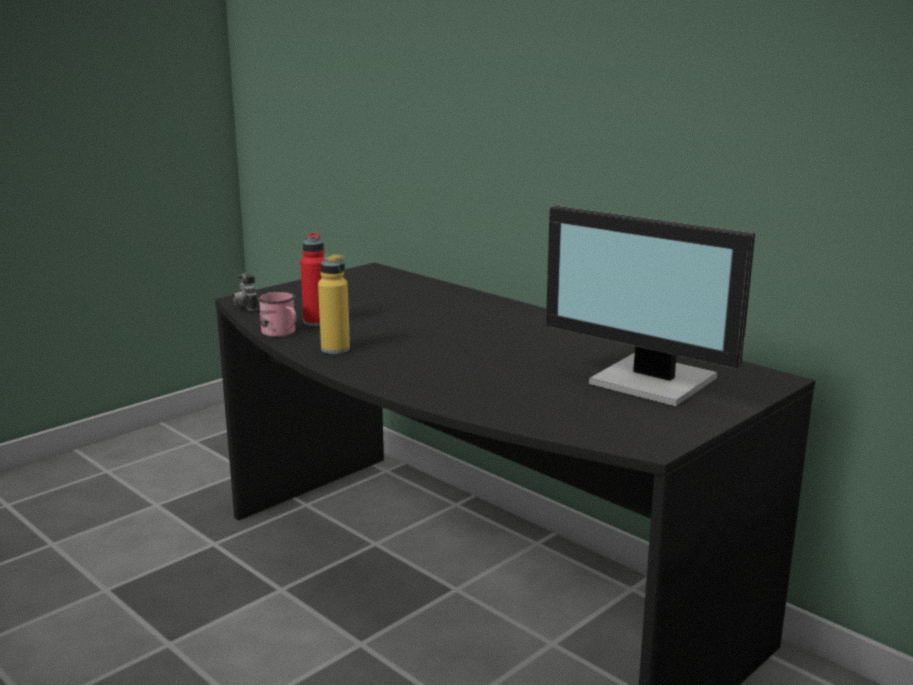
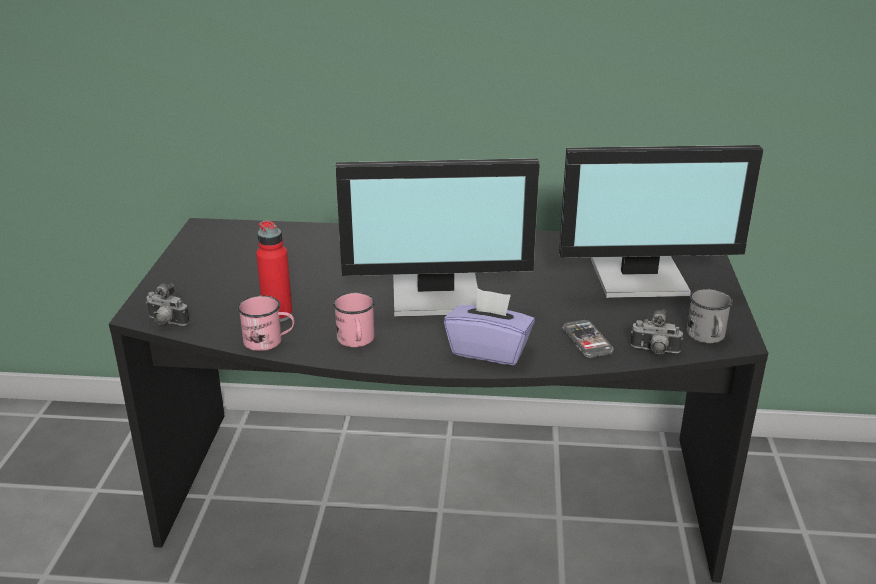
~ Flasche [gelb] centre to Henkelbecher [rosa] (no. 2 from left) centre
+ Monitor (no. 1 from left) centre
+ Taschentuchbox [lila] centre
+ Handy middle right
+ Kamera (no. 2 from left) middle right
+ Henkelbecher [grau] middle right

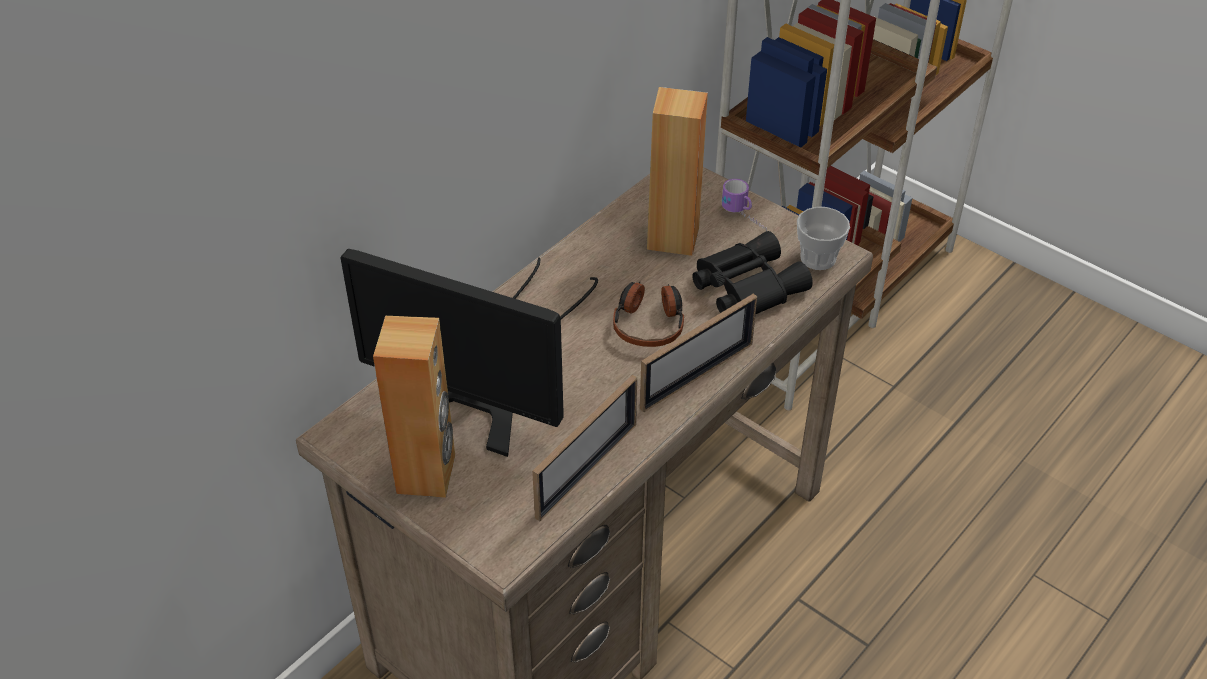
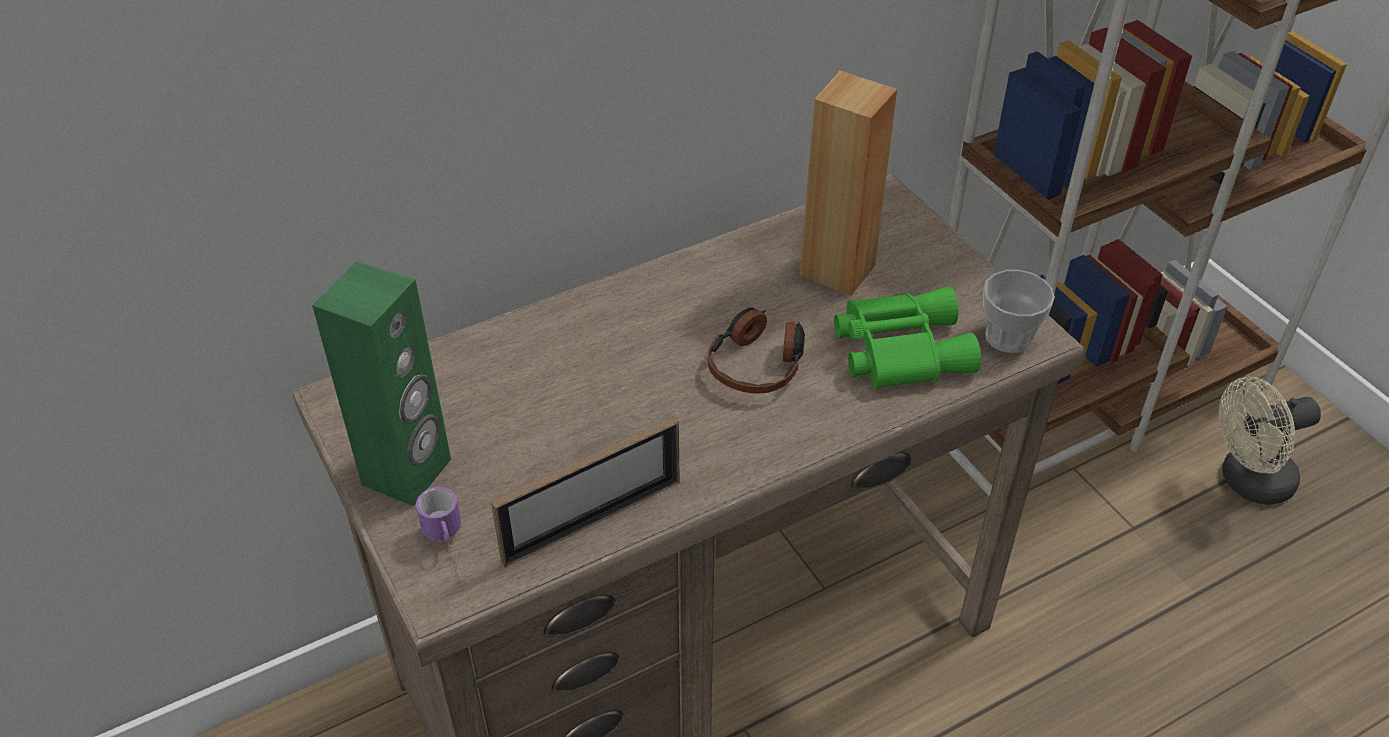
~ Lautsprecher [braun] (no. 1 from left) centre to Lautsprecher [grün] middle left
~ Henkelbecher top centre to bottom left
~ Fernglas [schwarz] centre to Fernglas [grün] centre
+ Ventilator [beige] middle right
- Monitor centre
- Bilderrahmen (no. 2 from left) centre

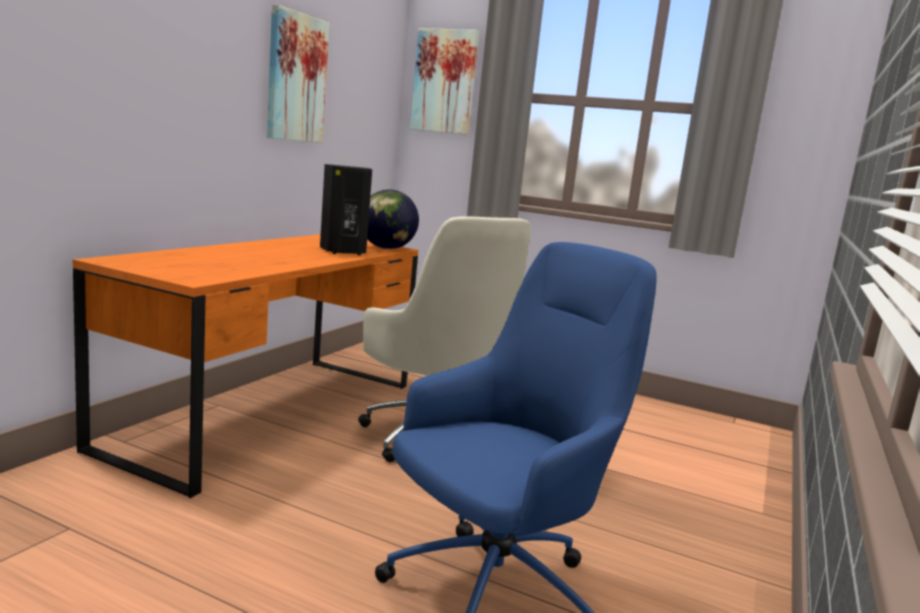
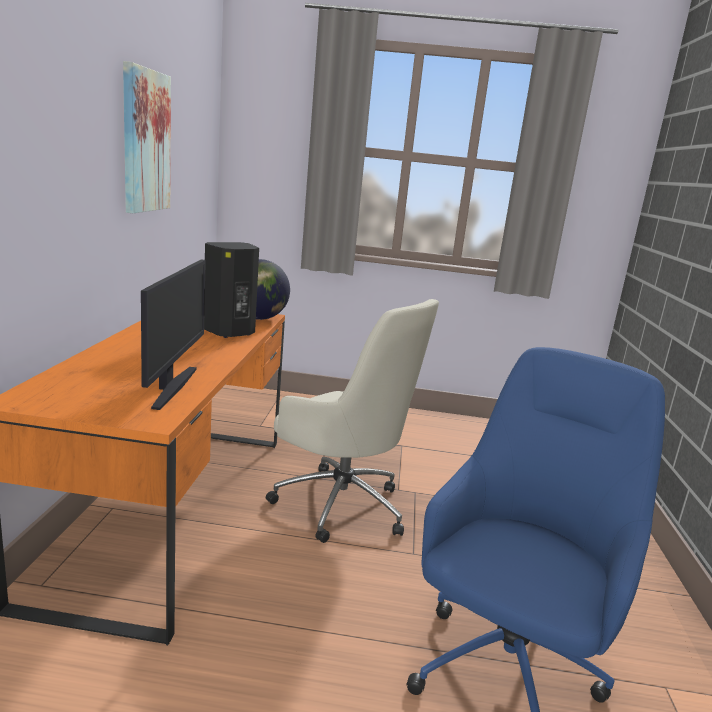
+ Monitor middle left
- Bild (no. 2 from left) top centre

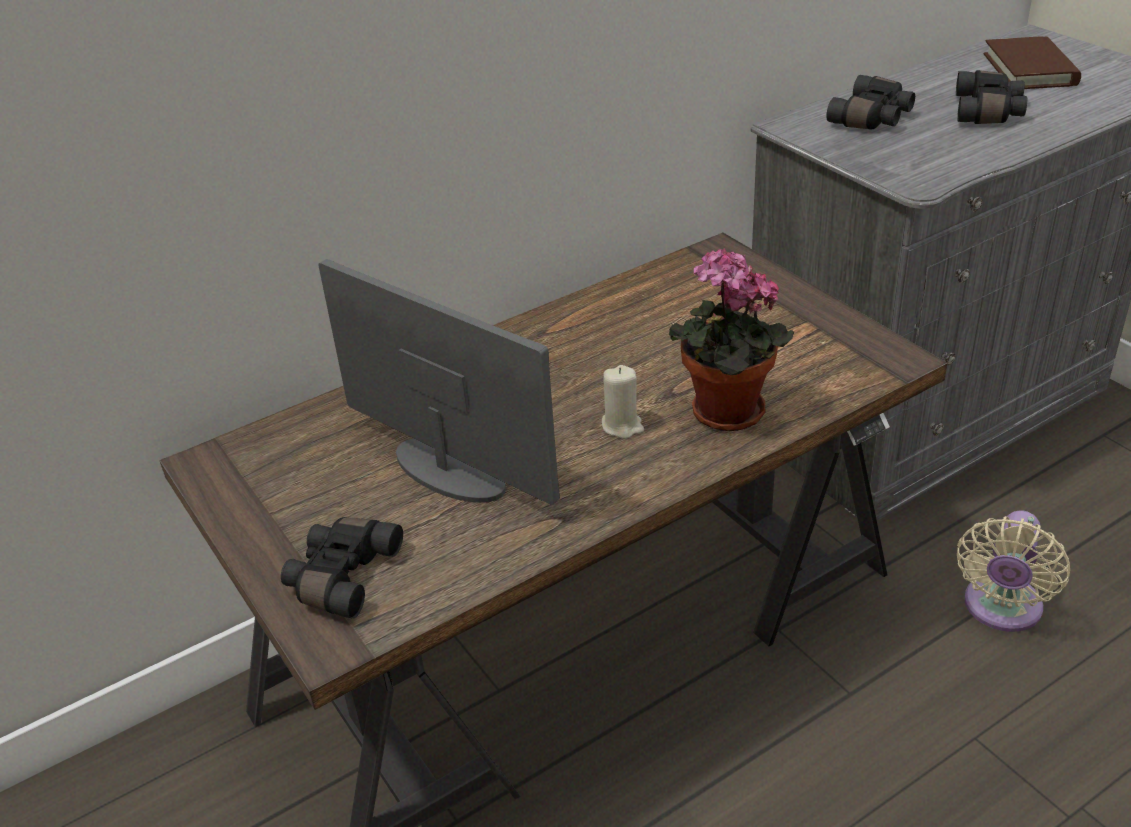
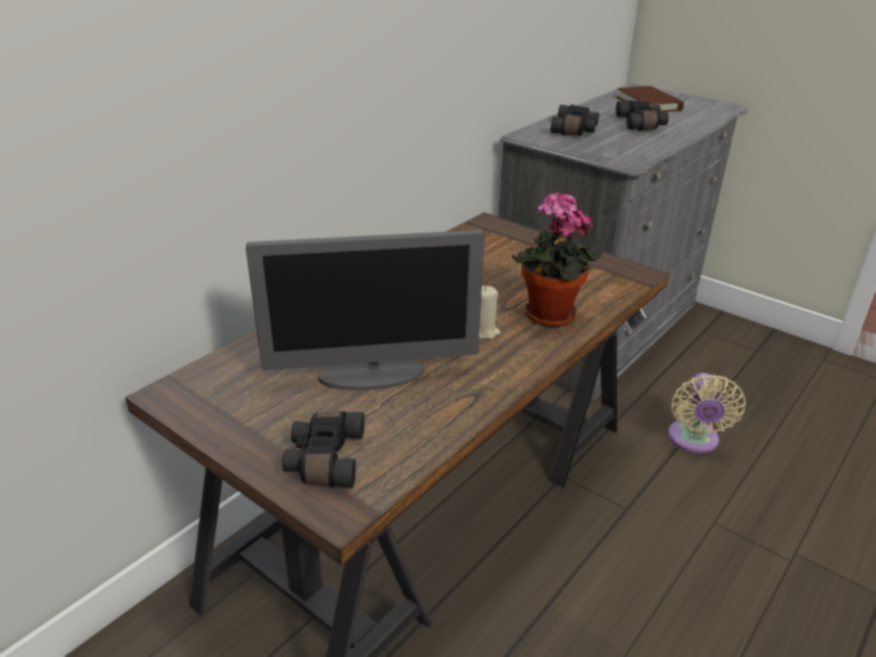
~ Monitor centre = centre 150 degrees clockwise

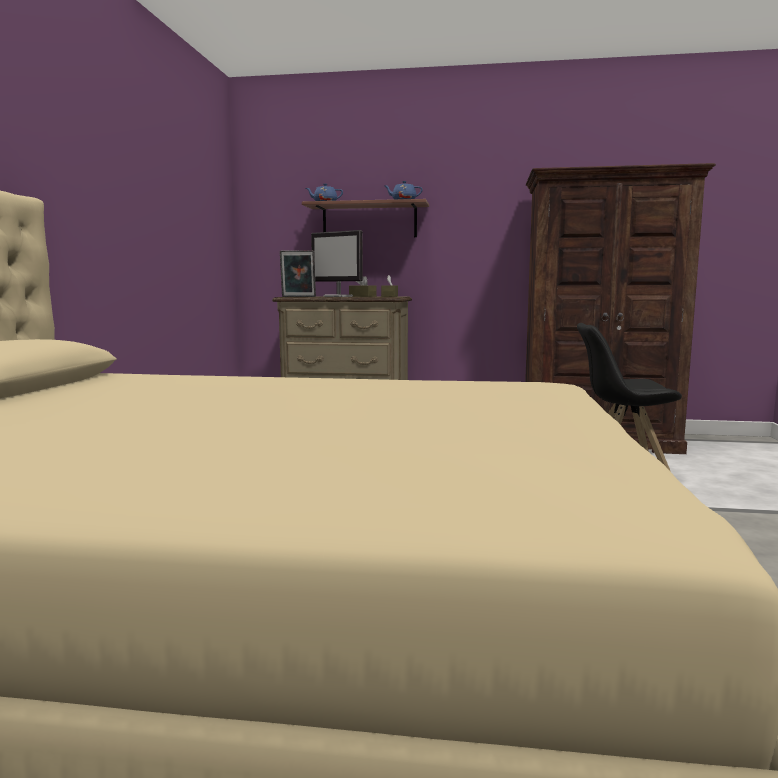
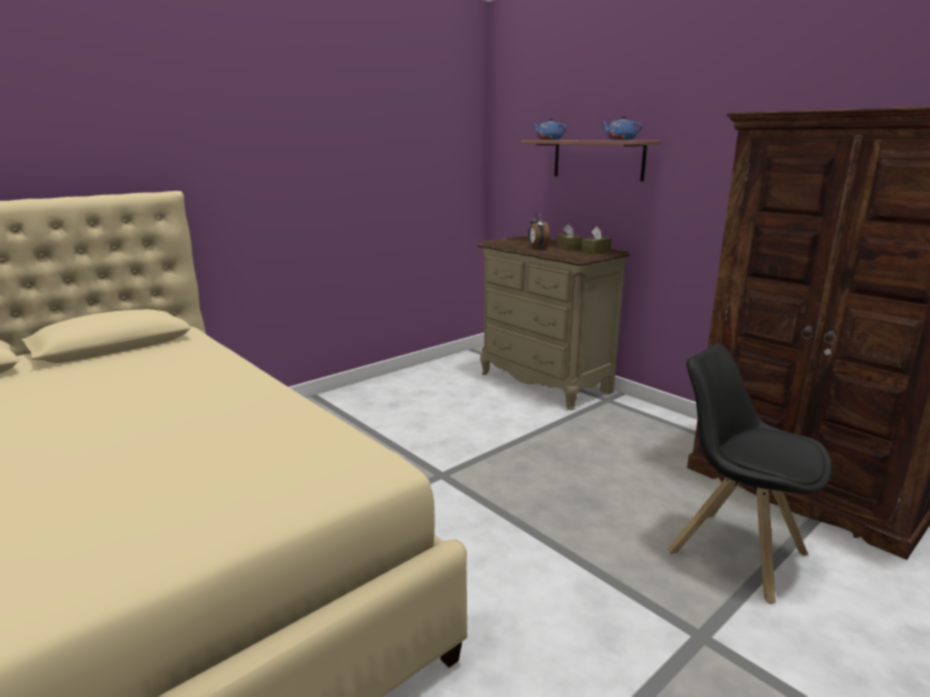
~ Monitor centre to Wecker top centre
- Bilderrahmen centre

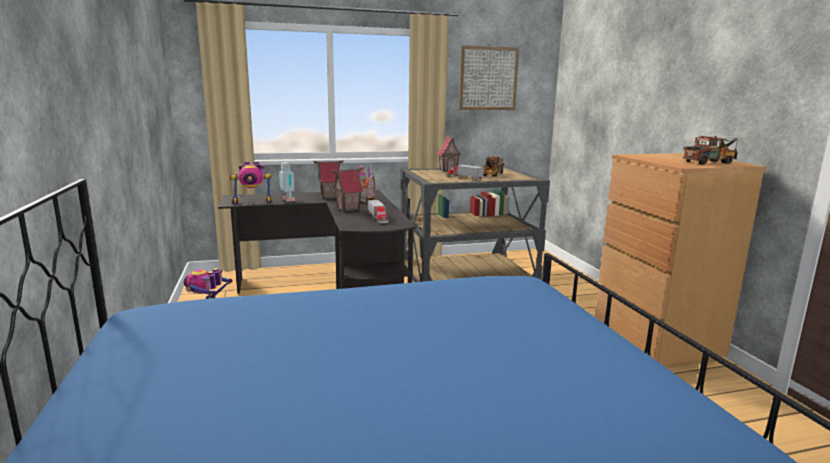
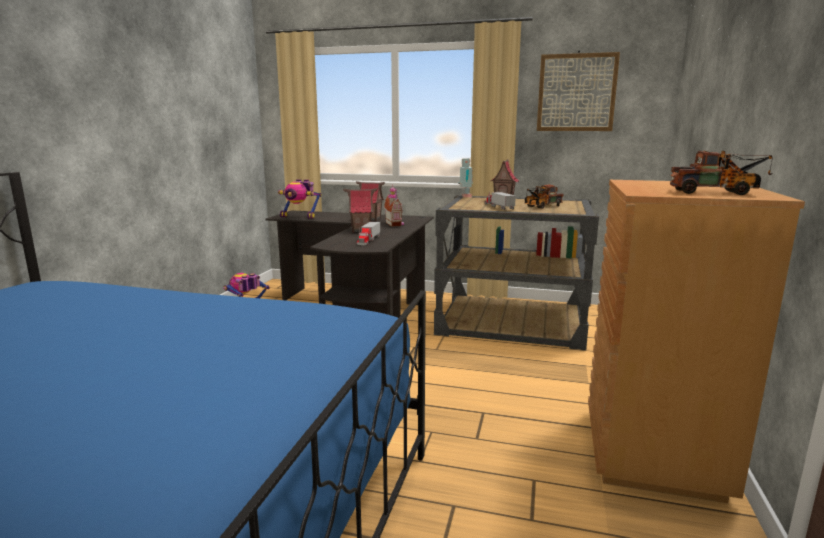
~ Spielzeugroboter (no. 3 from left) centre to top centre

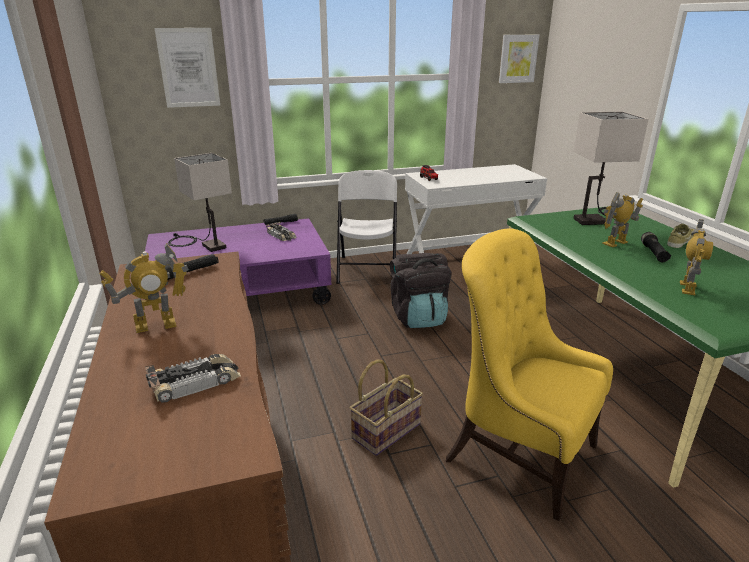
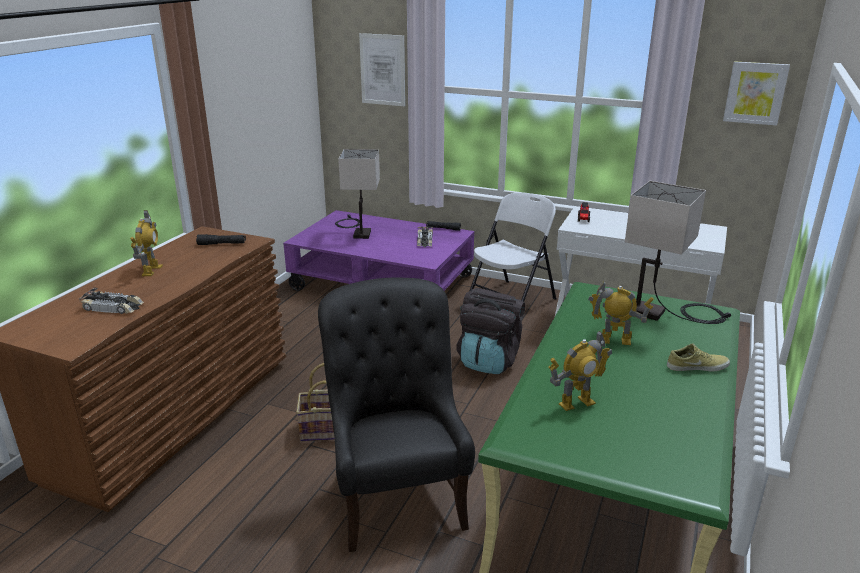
~ Spielzeugroboter (no. 1 from left) middle left = middle left 105 degrees counterclockwise
~ Stuhl [gelb] bottom right to Stuhl [schwarz] bottom centre
- Taschenlampe [schwarz] (no. 3 from left) middle right

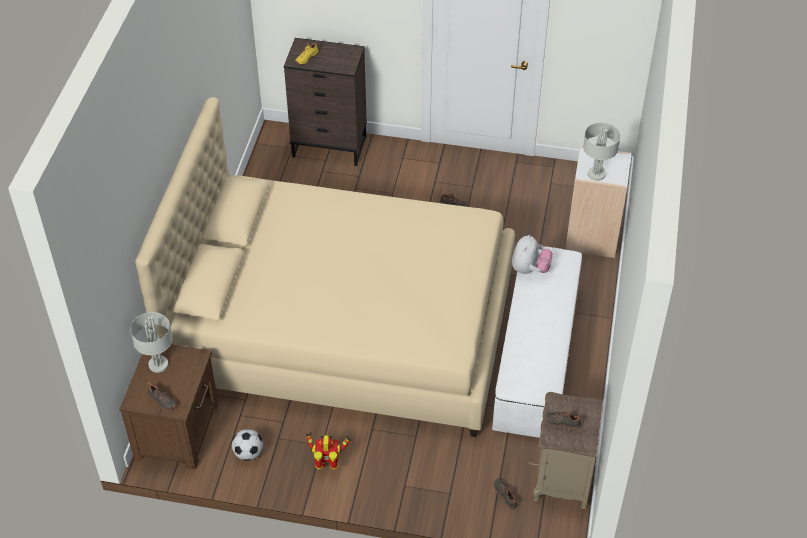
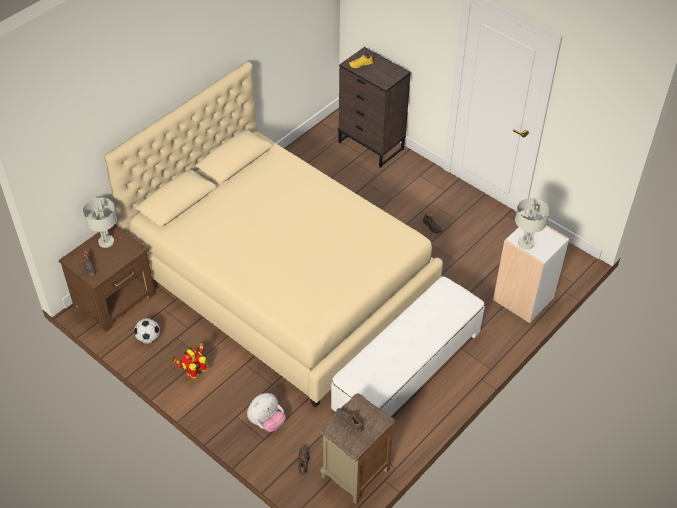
~ Spielzeugroboter bottom centre = bottom left 75 degrees counterclockwise
~ Plüschtier centre to bottom centre

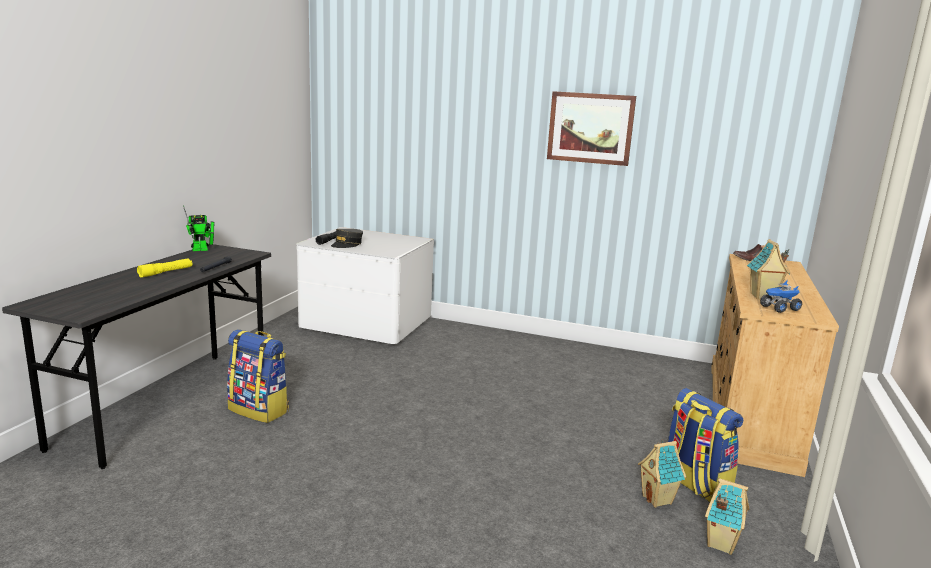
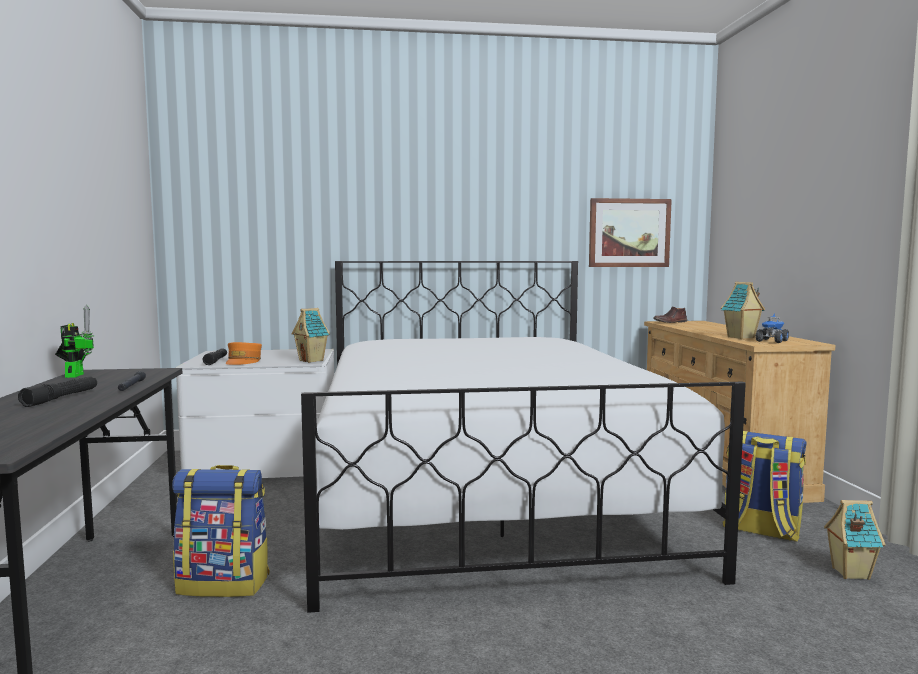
~ Taschenlampe [gelb] middle left to Taschenlampe [schwarz] (no. 1 from left) middle left
~ Spielzeugroboter middle left = middle left 45 degrees counterclockwise
~ Kappe [grau] centre to Kappe [orange] middle left
~ Spielzeughaus (no. 1 from left) bottom right to centre
+ Bett [weiß] centre
~ Bild top centre to middle right

